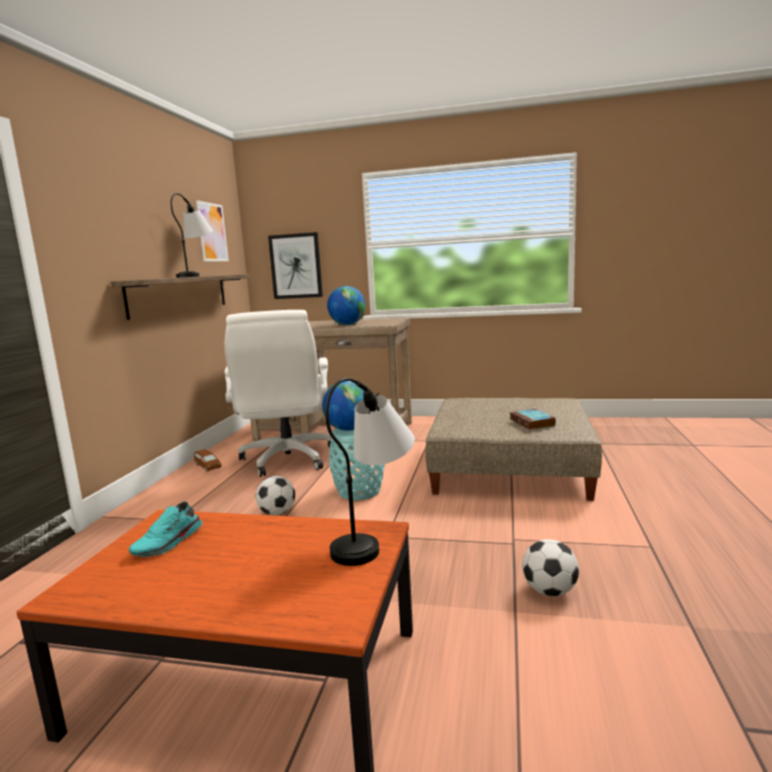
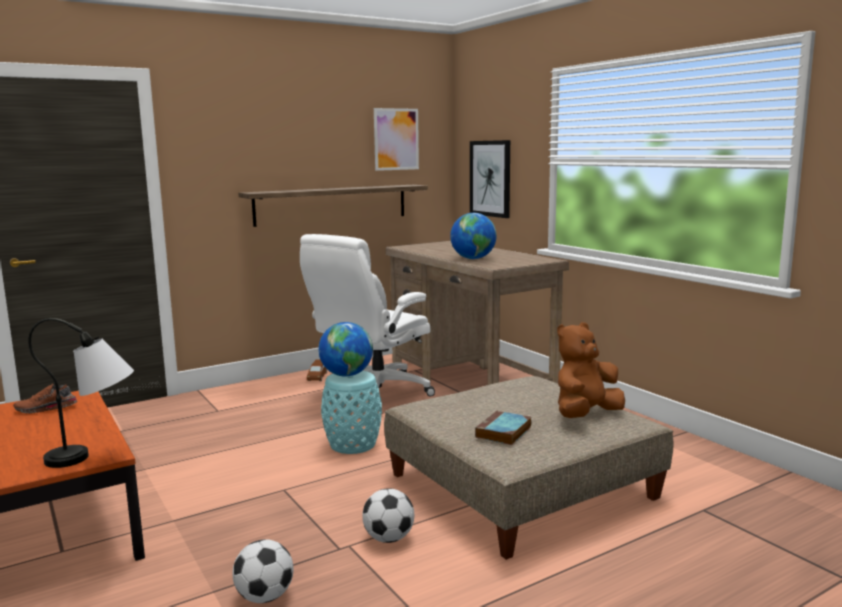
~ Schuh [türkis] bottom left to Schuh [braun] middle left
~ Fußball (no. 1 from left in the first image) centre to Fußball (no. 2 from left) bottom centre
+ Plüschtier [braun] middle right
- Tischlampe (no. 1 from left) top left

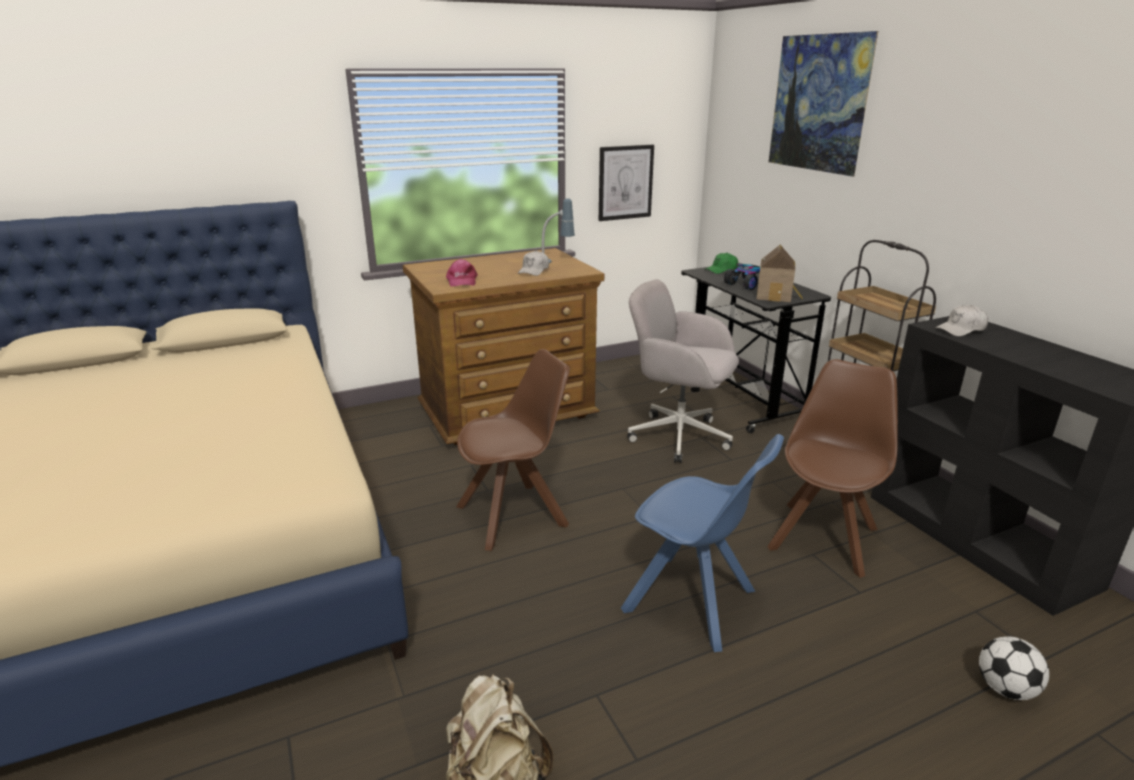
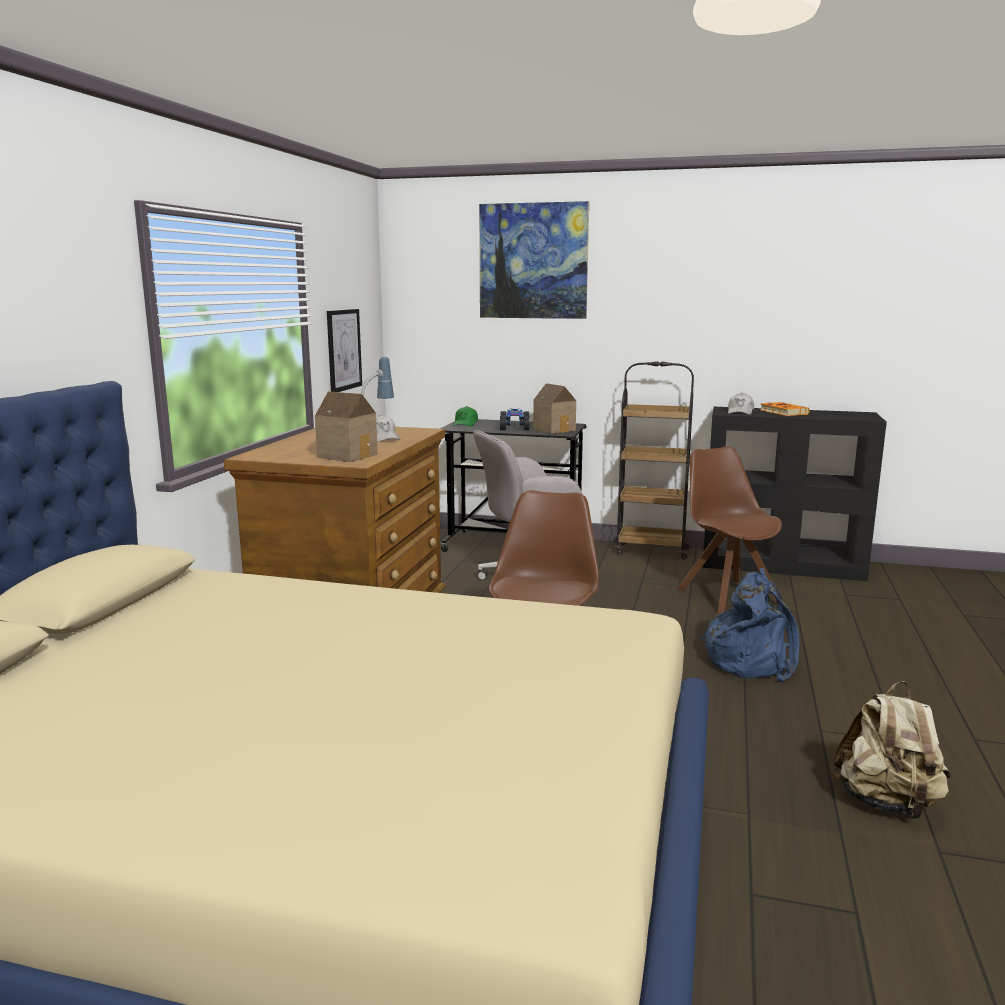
~ Kappe [rosa] centre to Spielzeughaus (no. 1 from left) centre
~ Stuhl [blau] bottom centre to Rucksack [blau] middle right
+ Buch [orange] middle right
- Fußball bottom right

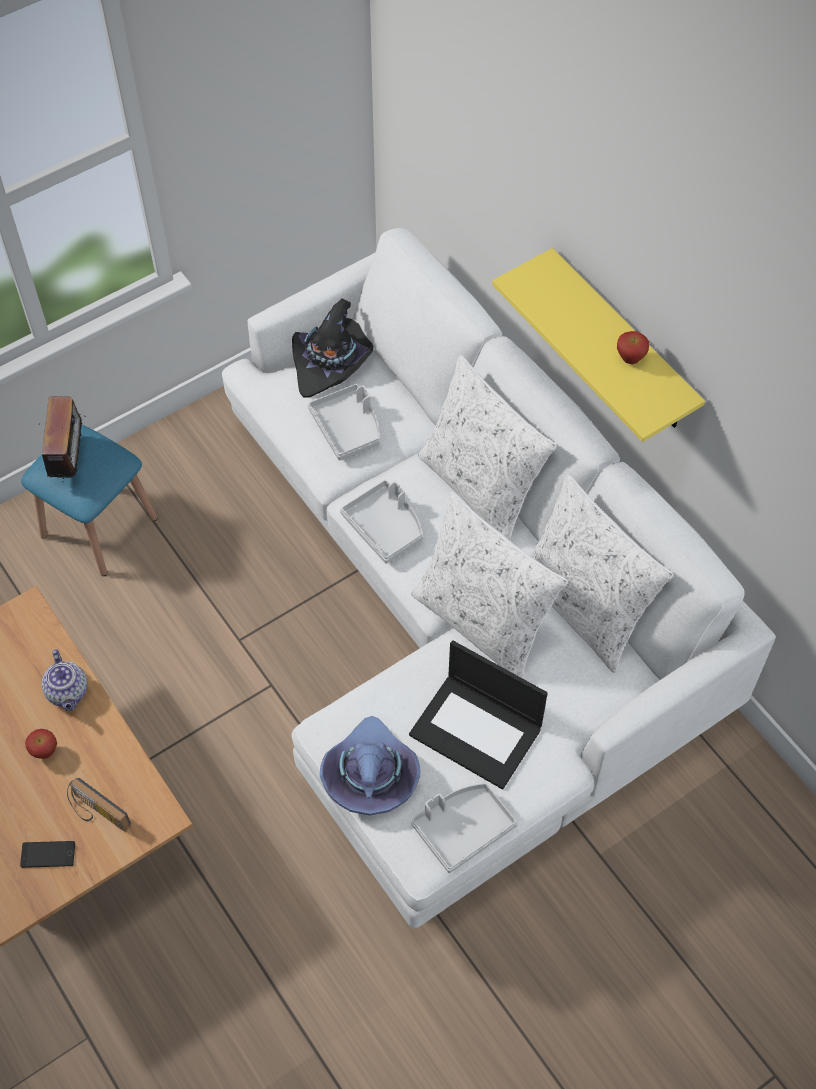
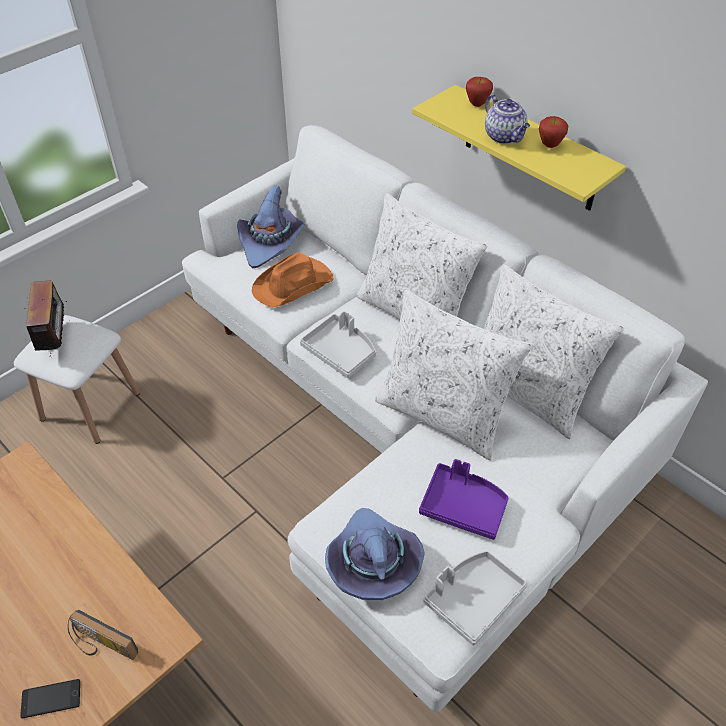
~ Hocker [blau] middle left to Hocker [weiß] middle left
~ Hut [schwarz] top centre to Hut [lila] (no. 1 from left) top centre
~ Tablett [grau] (no. 1 from left) centre to Hut [orange] centre
~ Laptop centre to Tablett [lila] bottom centre
~ Apfel (no. 1 from left) bottom left to top centre
~ Teekanne middle left to top right

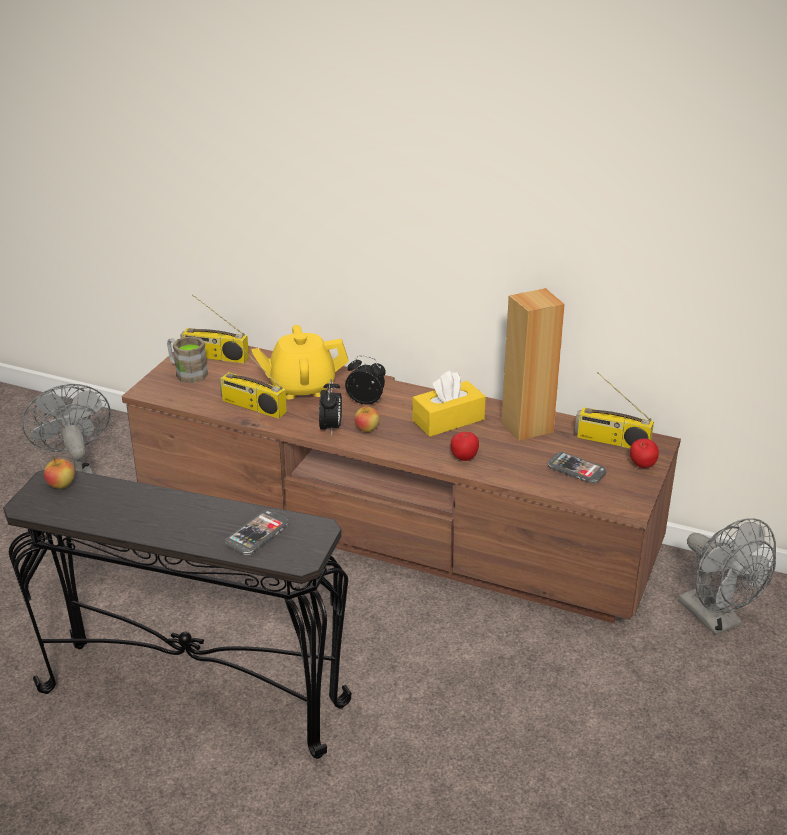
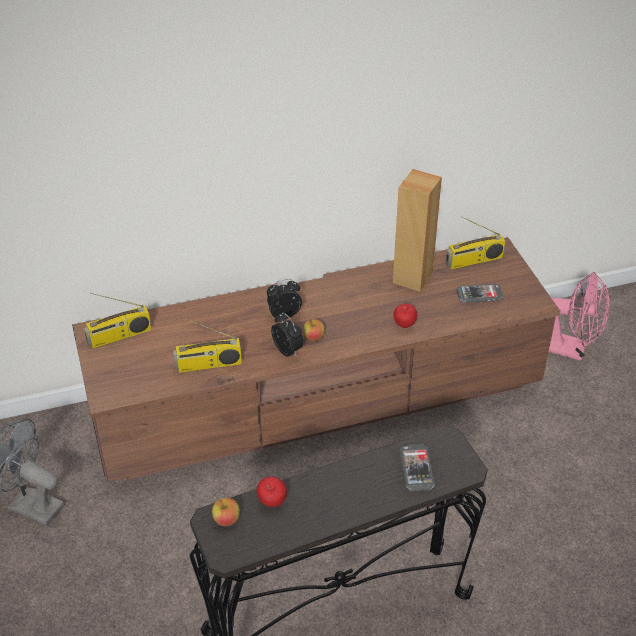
~ Apfel (no. 4 from left in the first image) middle right to Apfel (no. 2 from left) bottom centre
~ Ventilator [grau] (no. 2 from left) bottom right to Ventilator [rosa] middle right
- Henkelbecher [braun] middle left
- Teekanne [gelb] centre
- Taschentuchbox [gelb] centre

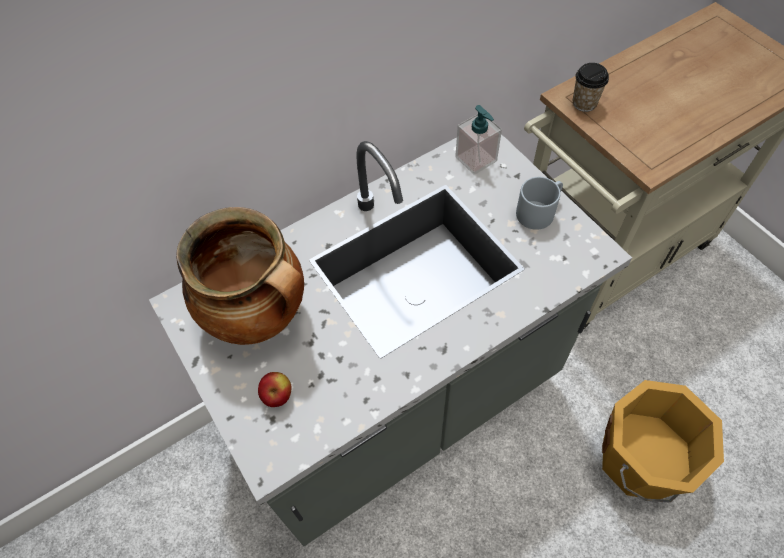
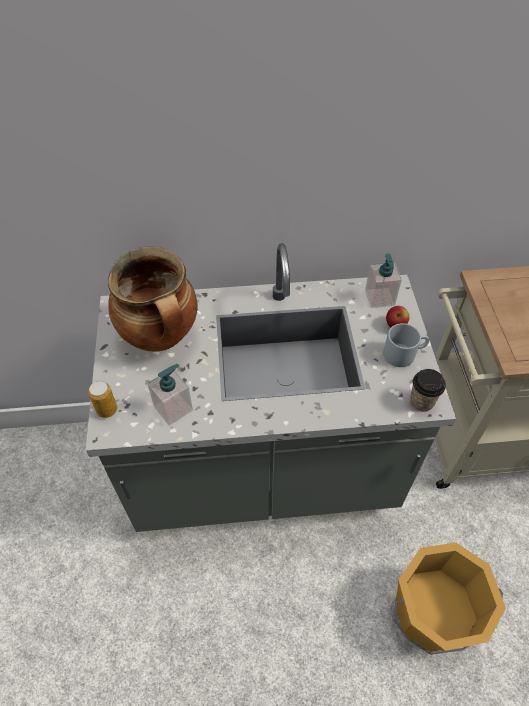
+ Dose middle left
+ Seifenspender (no. 1 from left) middle left
~ Apfel bottom centre to middle right
~ Tasse top right to middle right

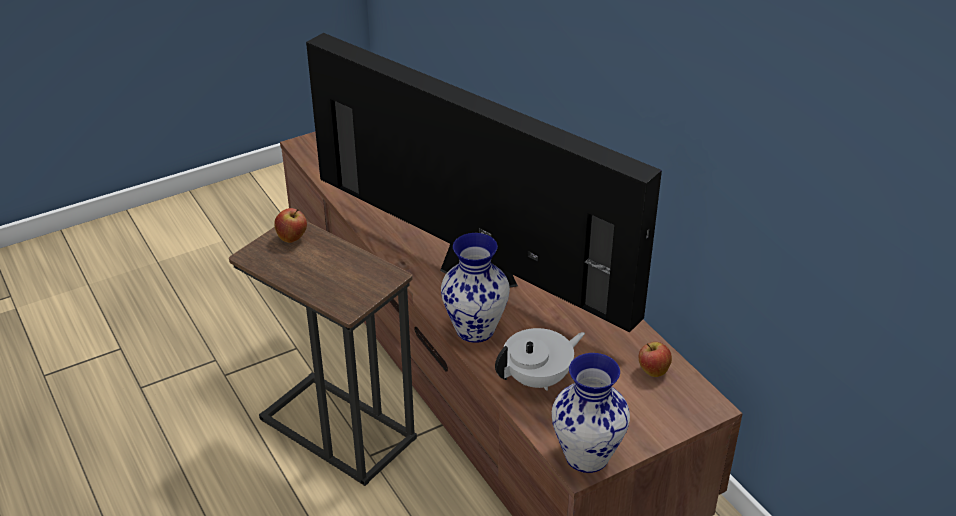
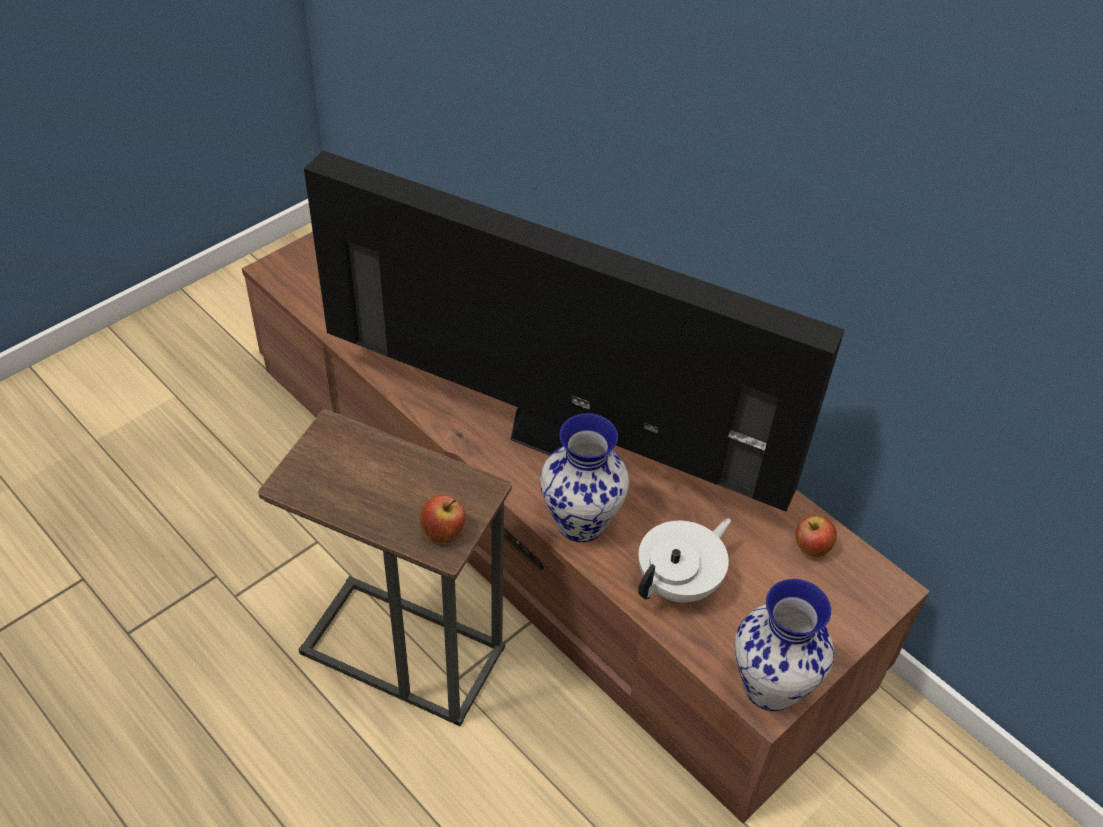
~ Apfel (no. 1 from left) middle left to centre

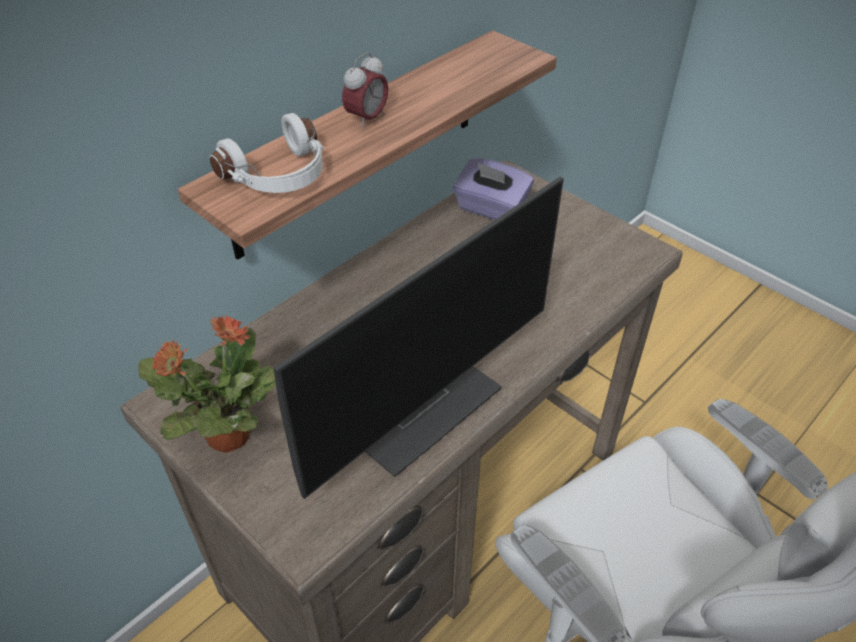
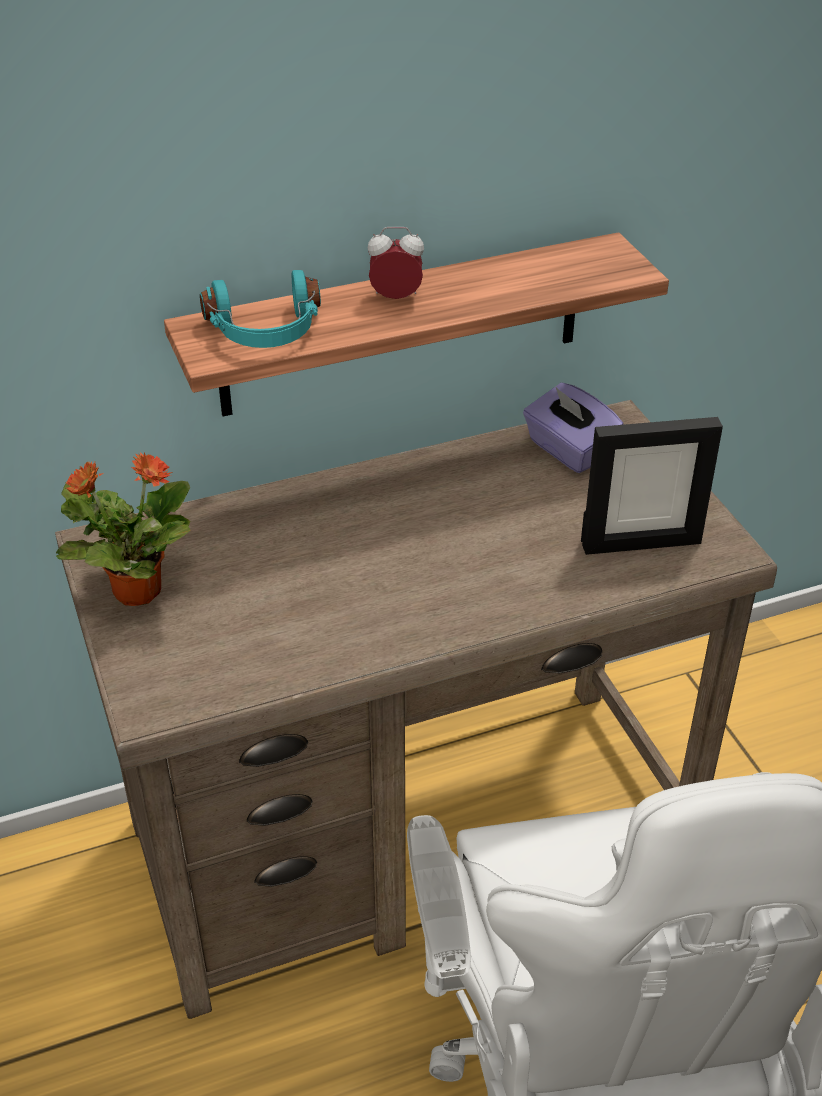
~ Kopfhörer [weiß] top left to Kopfhörer [türkis] top left
~ Wecker top centre = top centre 150 degrees counterclockwise
+ Bilderrahmen middle right
- Monitor centre

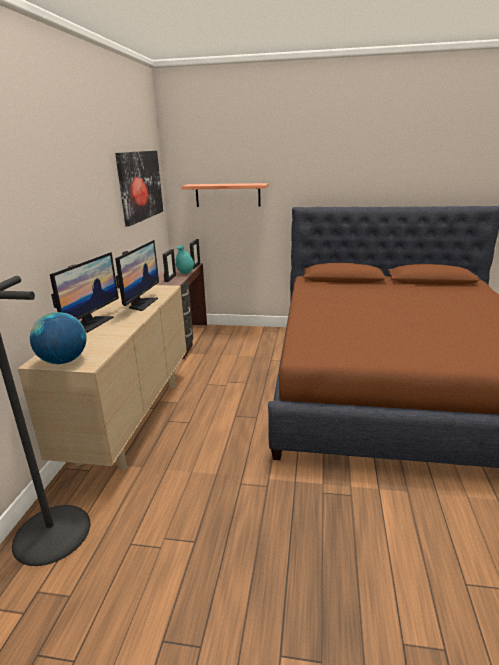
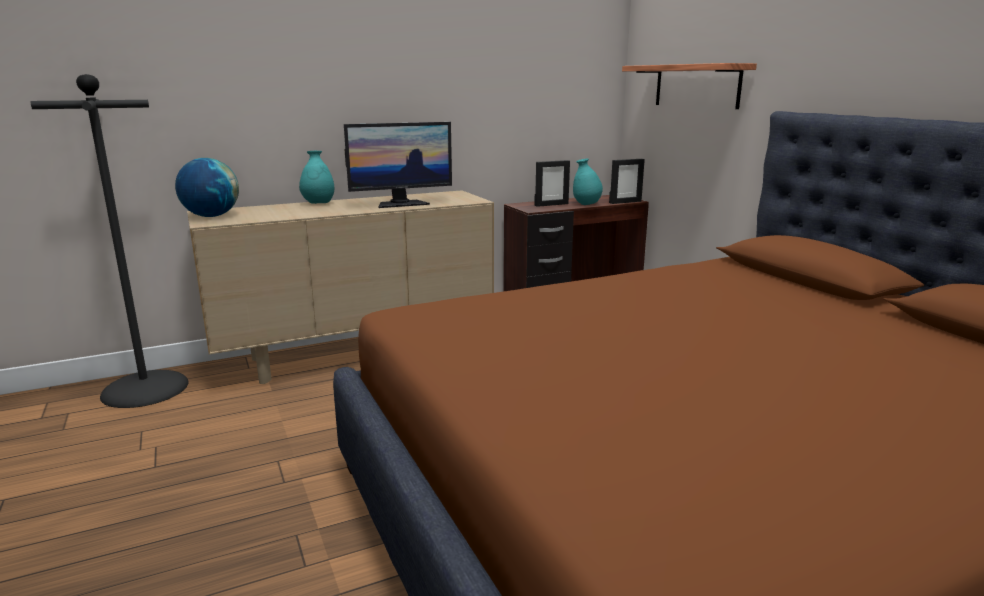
~ Monitor (no. 1 from left) middle left to Vase [türkis] (no. 1 from left) top left
- Bild top left

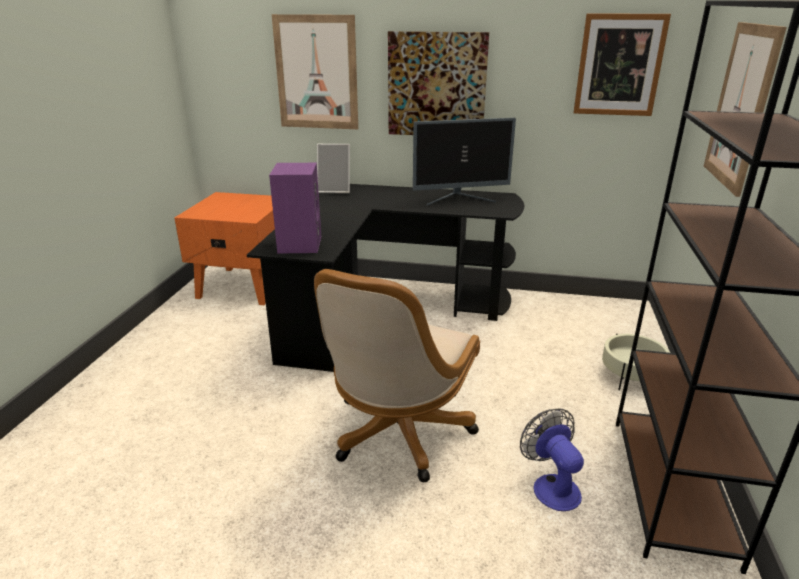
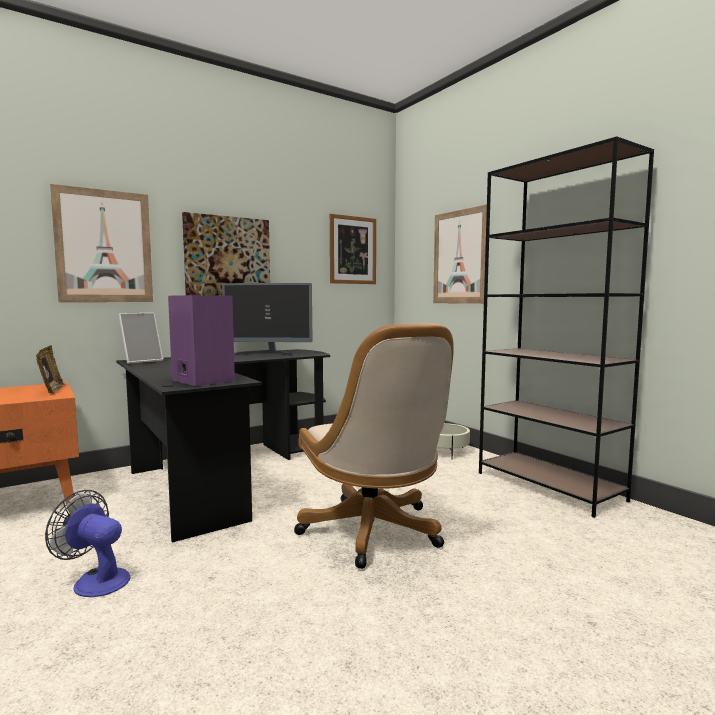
+ Bilderrahmen (no. 1 from left) middle left
~ Ventilator bottom right to bottom left
~ Monitor top centre = centre 60 degrees clockwise

